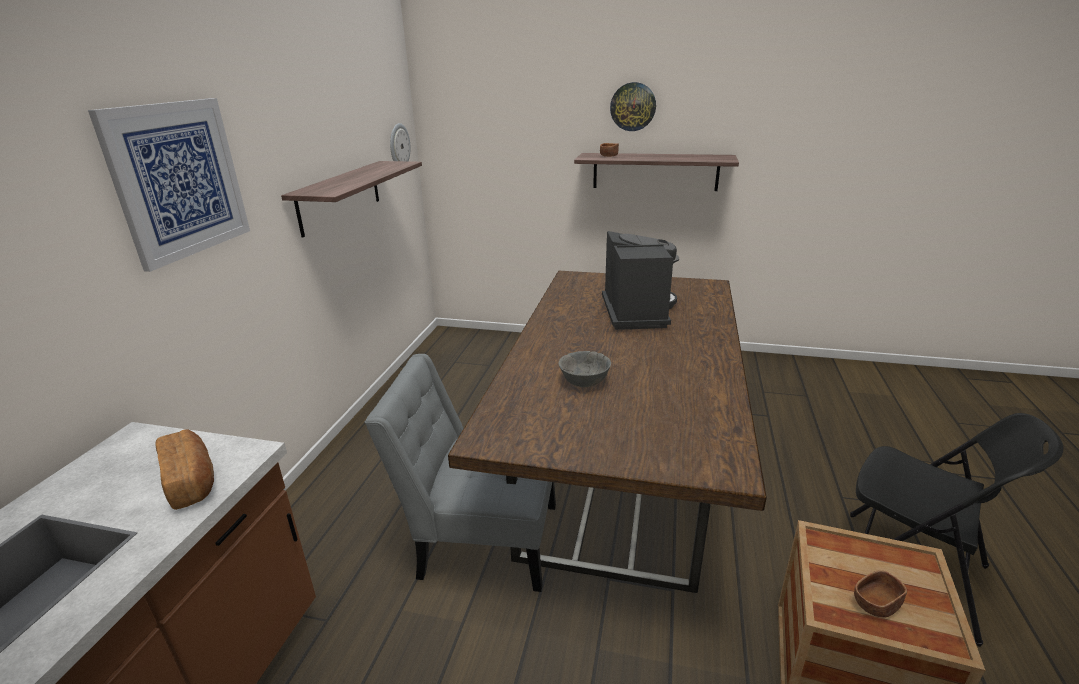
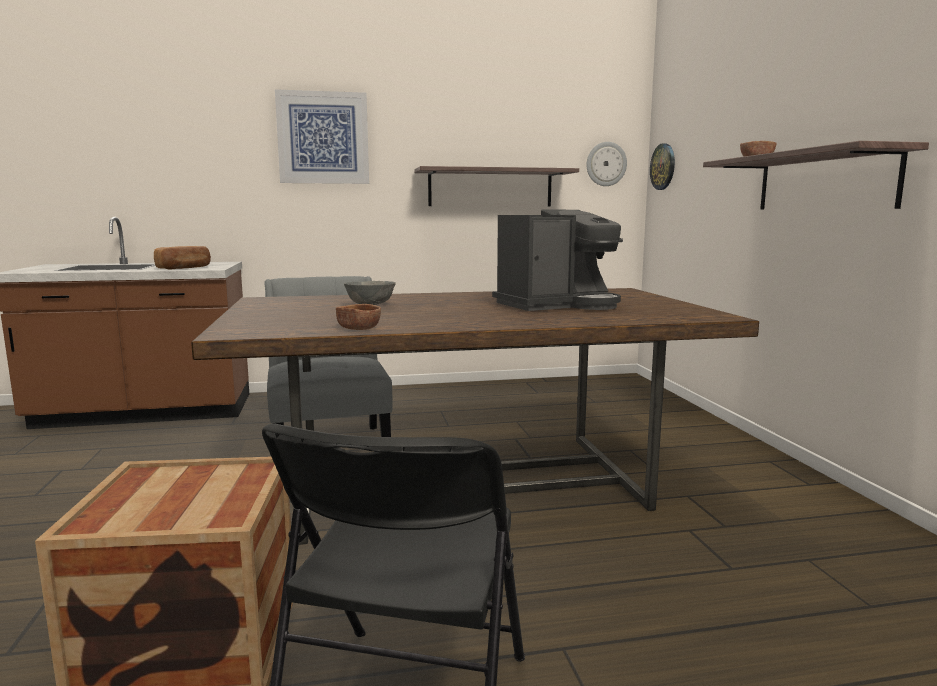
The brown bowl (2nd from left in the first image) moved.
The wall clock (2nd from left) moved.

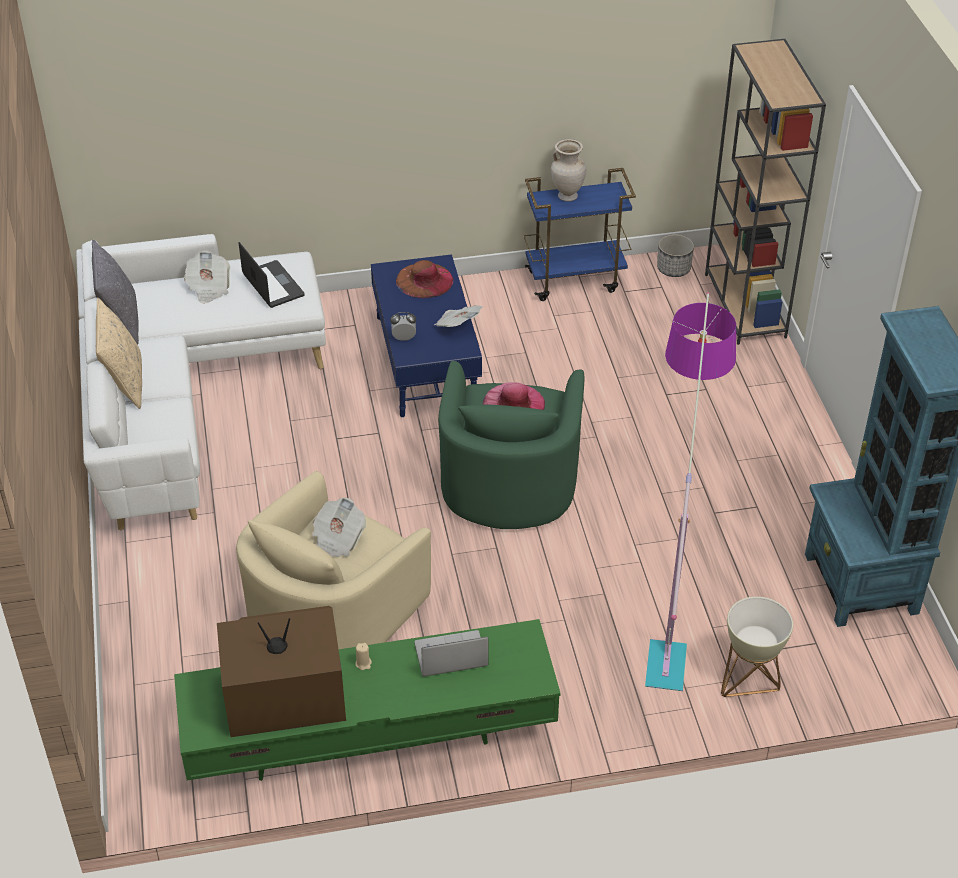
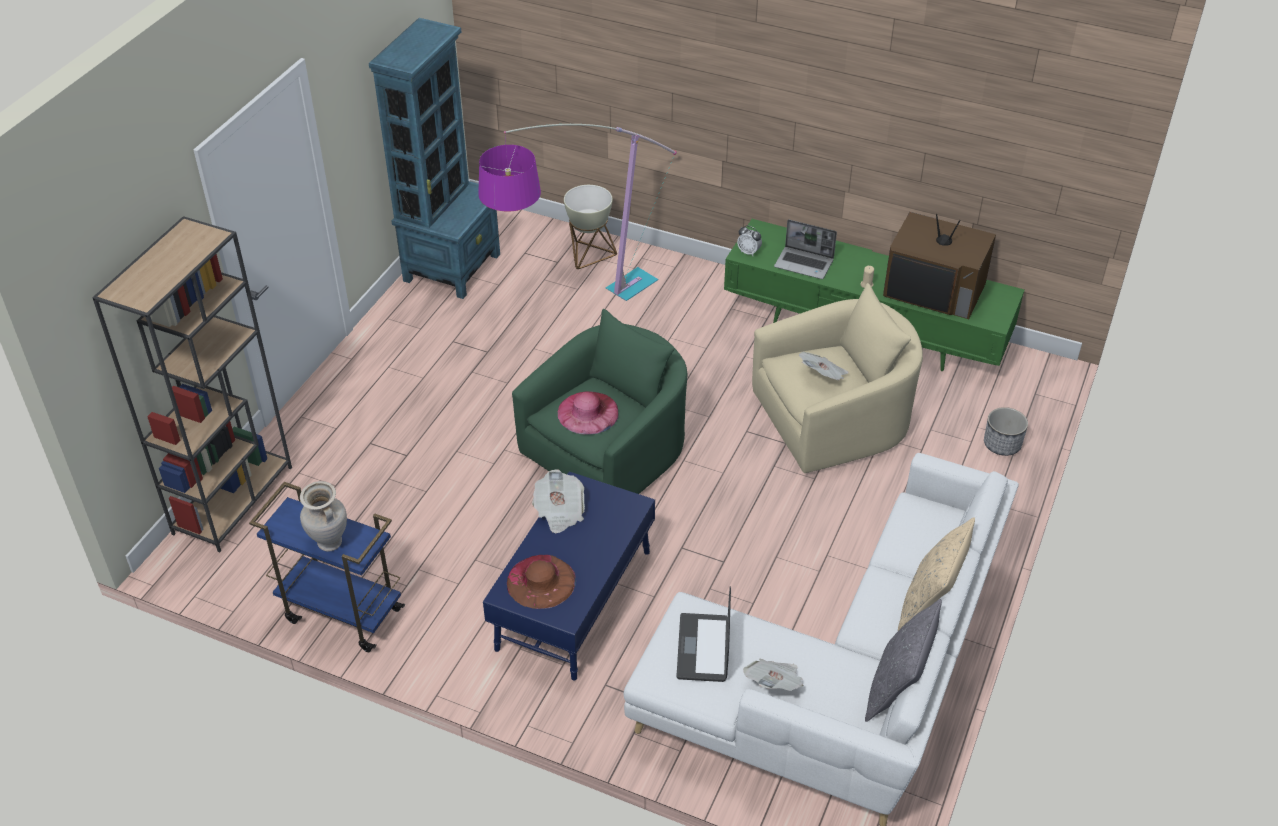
The alarm clock moved.
The planter (1st from left in the first image) moved.

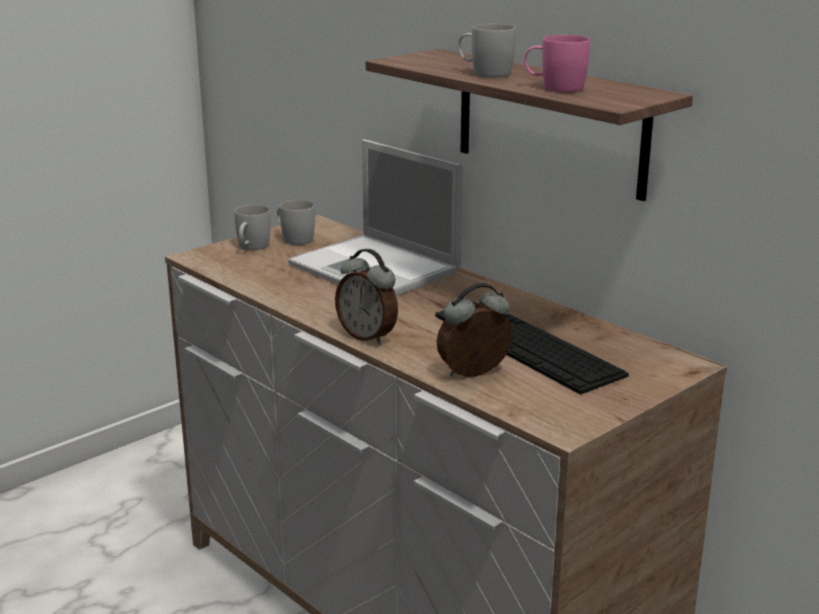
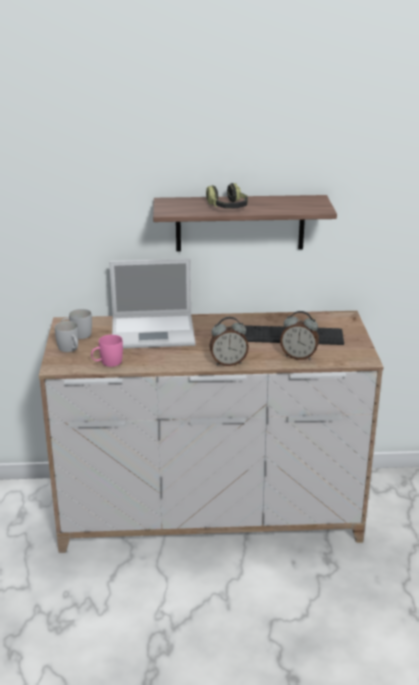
The pink mug moved.
The white mug (3rd from left) was replaced by the headphones.
The alarm clock (2nd from left) turned 90 degrees counterclockwise.

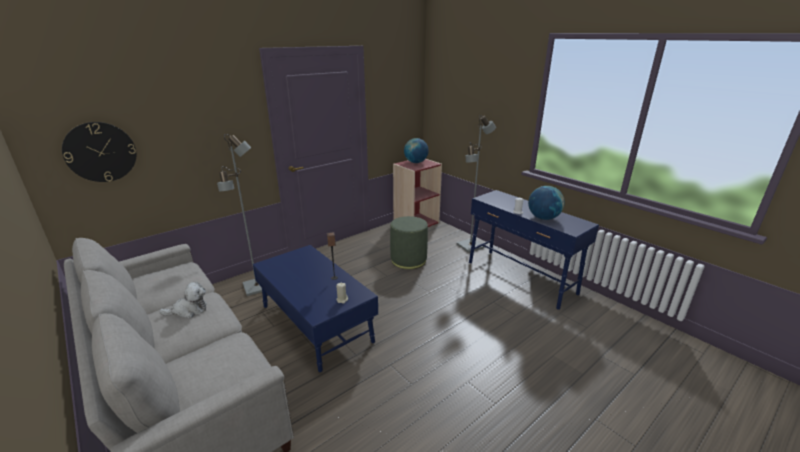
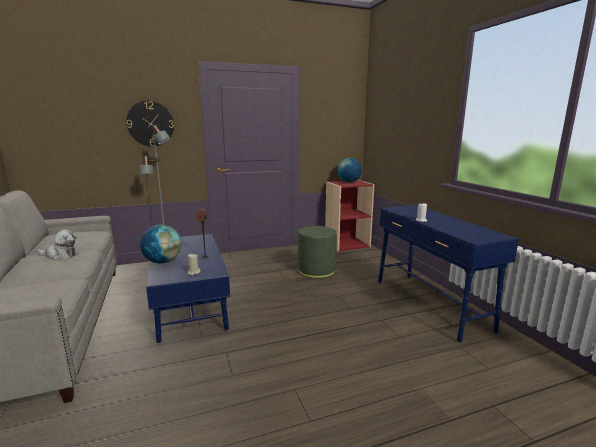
The wall clock moved.
The globe (2nd from left in the first image) moved.
The grey floor lamp (2nd from left) disappeared.

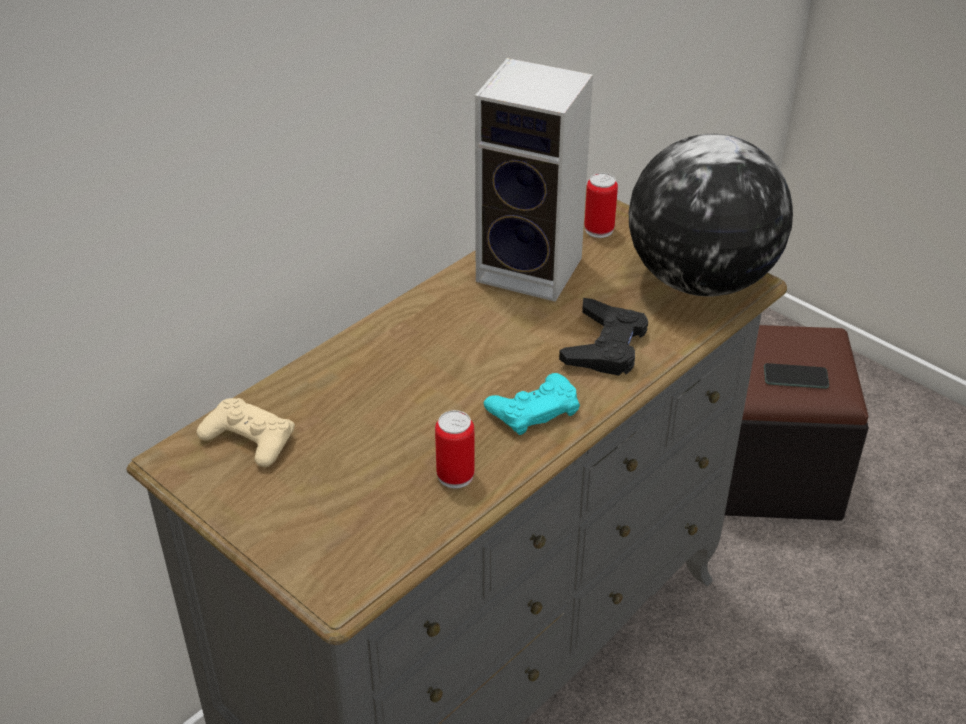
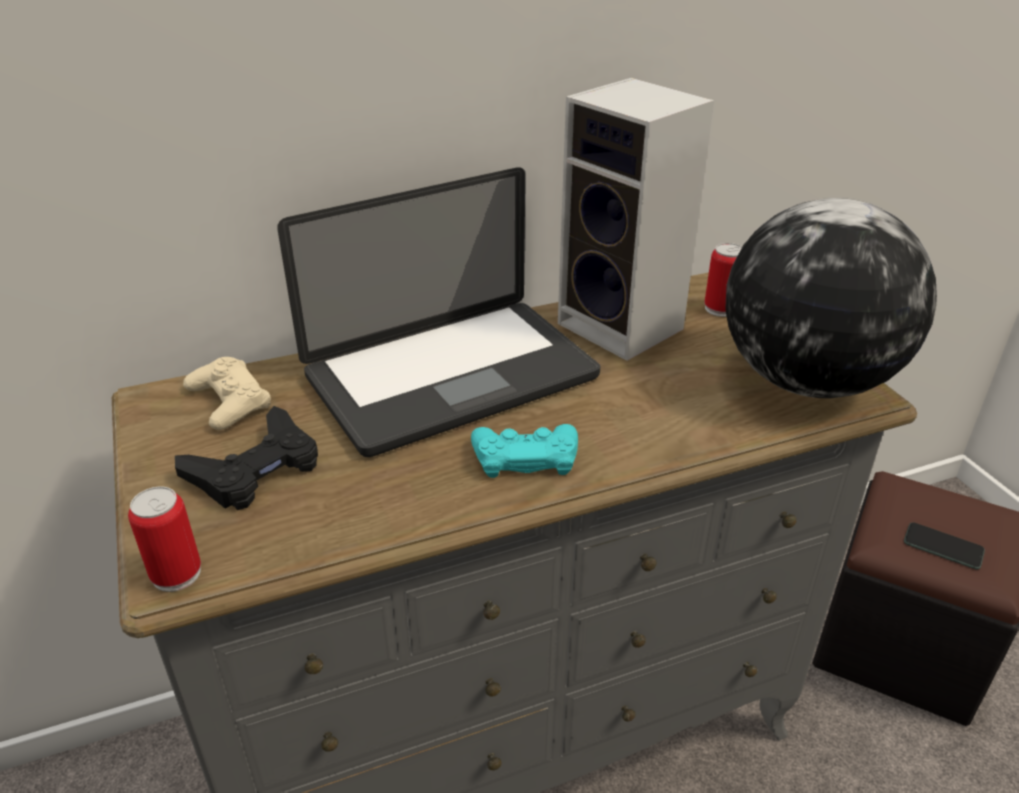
The can (1st from left) moved.
The black game controller moved.
The laptop appeared.

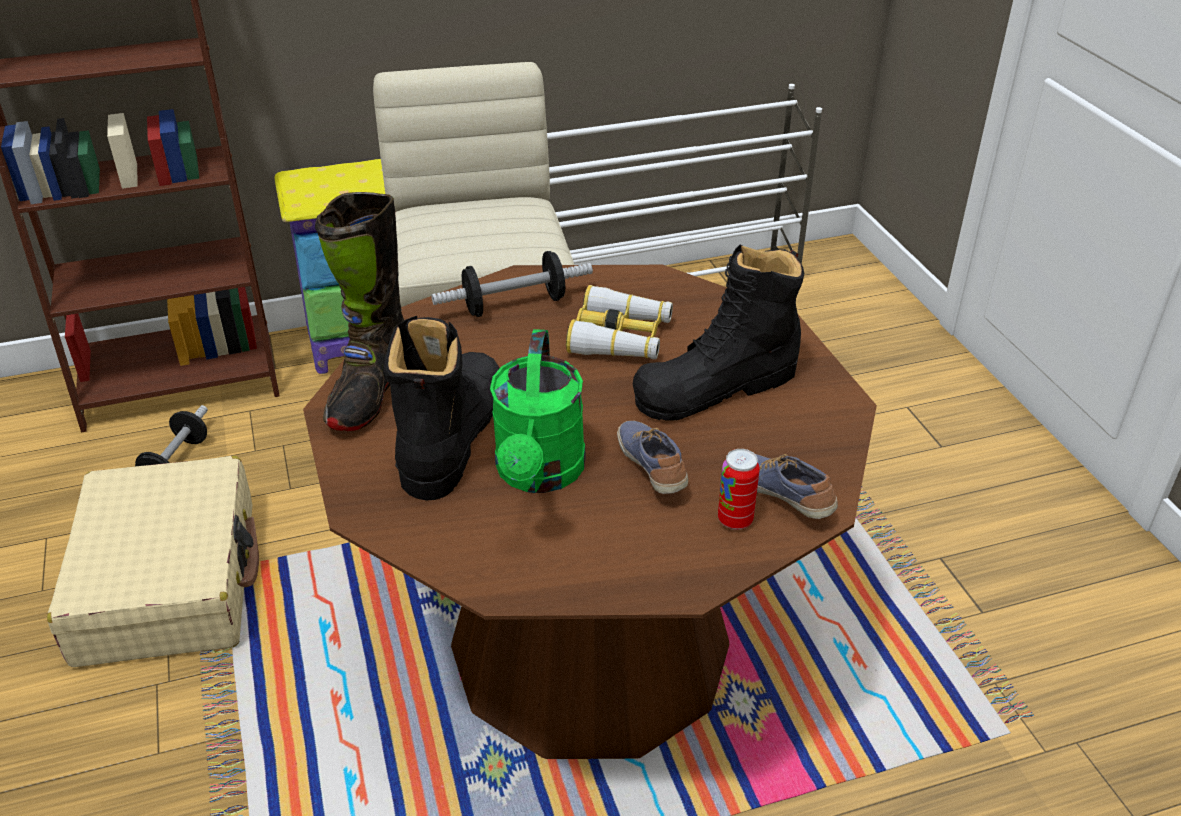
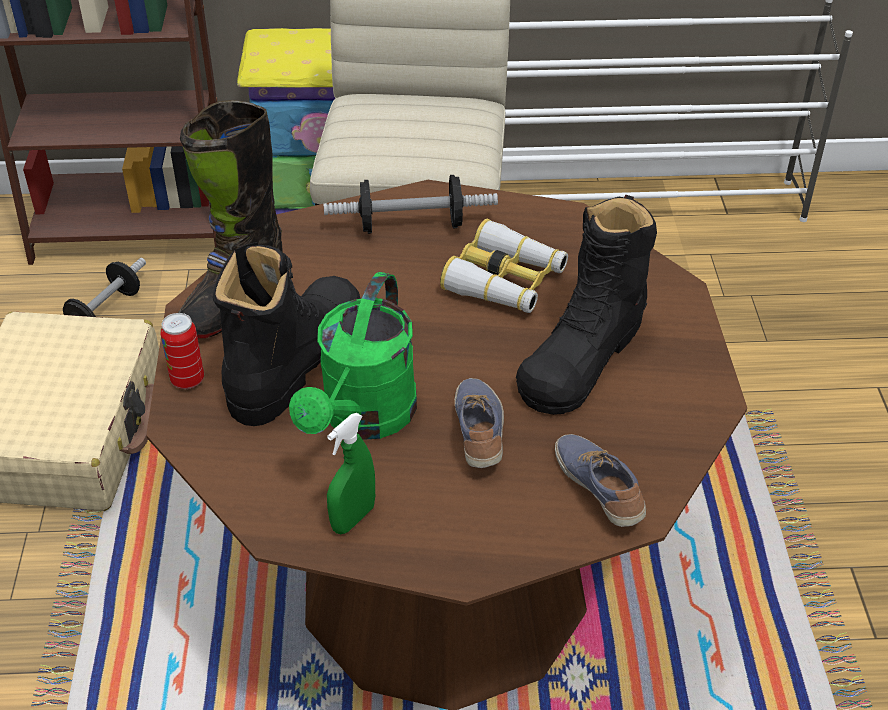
The can moved.
The green spray bottle appeared.
The black boot (3rd from left) turned 45 degrees counterclockwise.

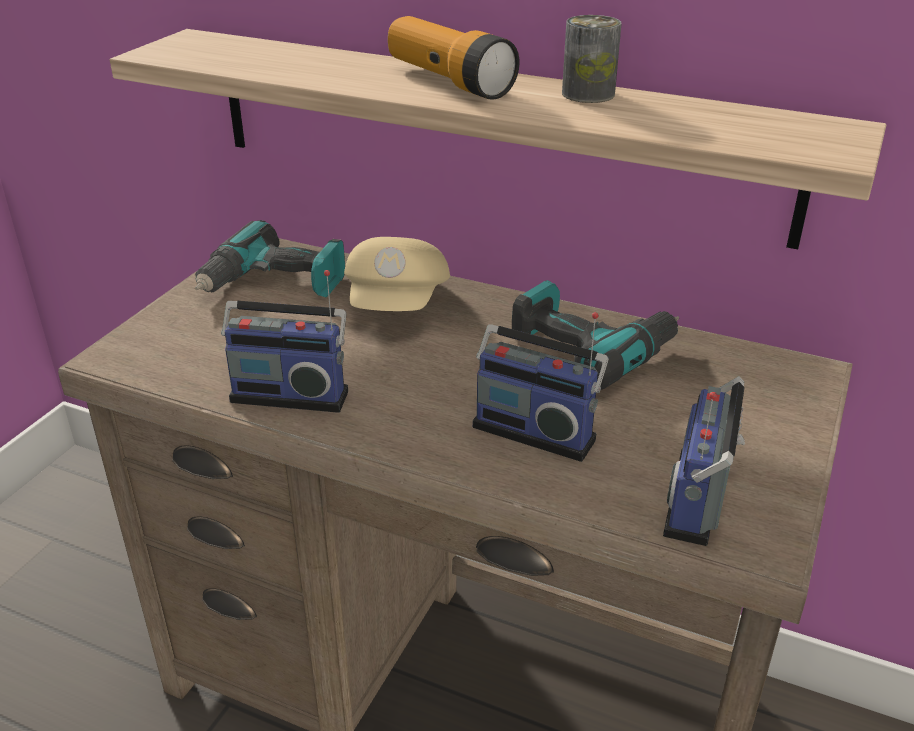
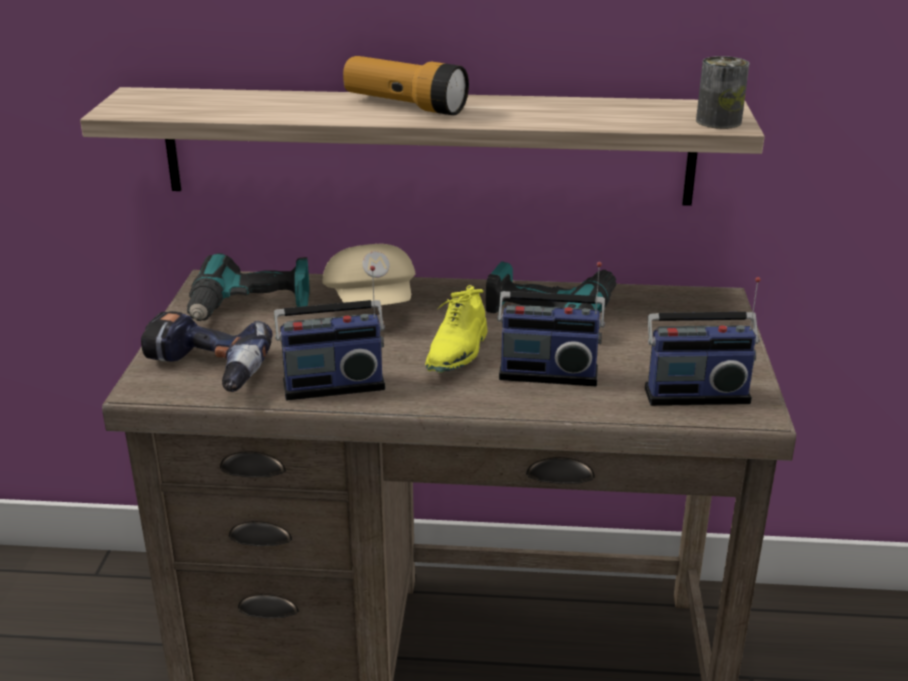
The power drill (1st from left) appeared.
The yellow shoe appeared.
The radio (3rd from left) turned 90 degrees counterclockwise.
The can moved.

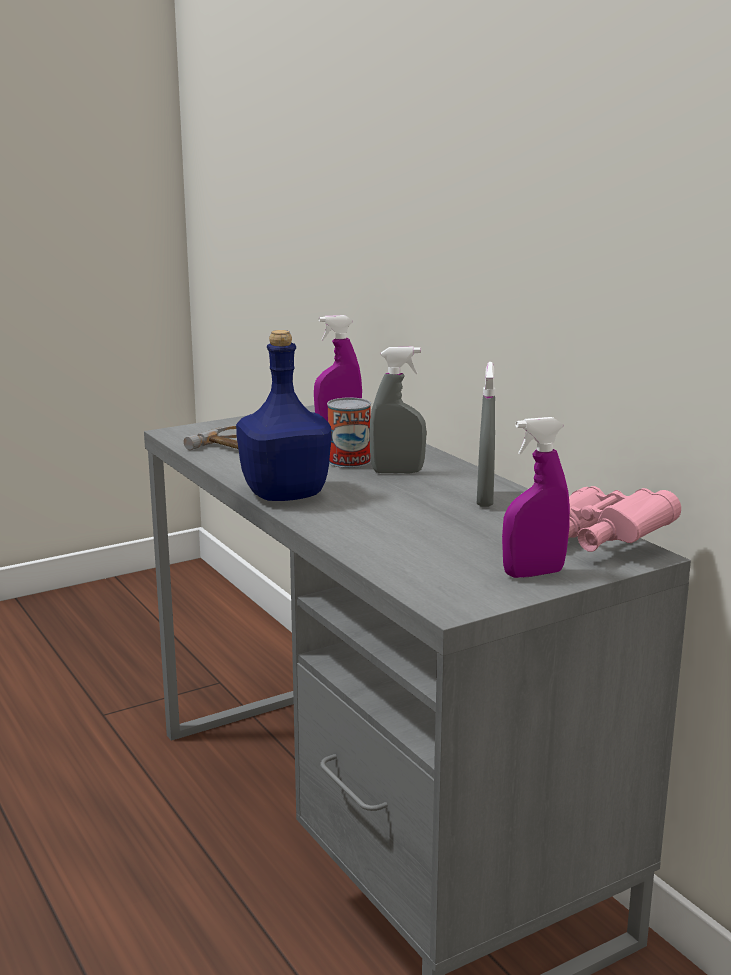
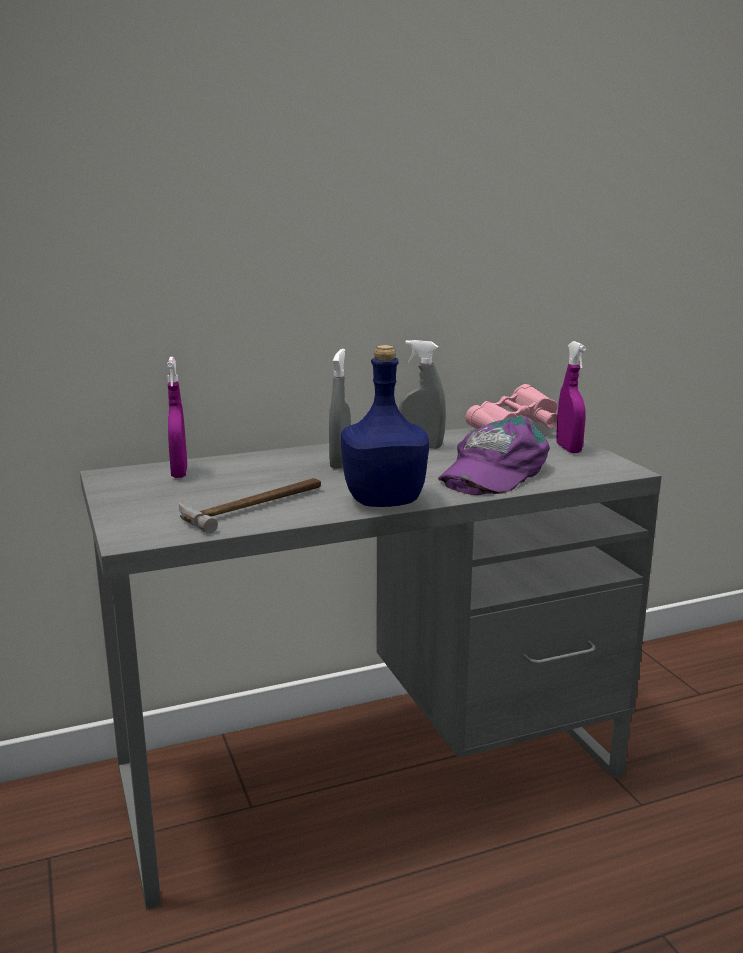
The purple cap appeared.
The can disappeared.

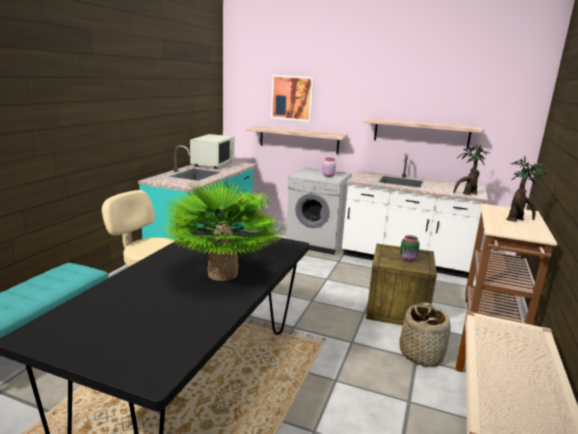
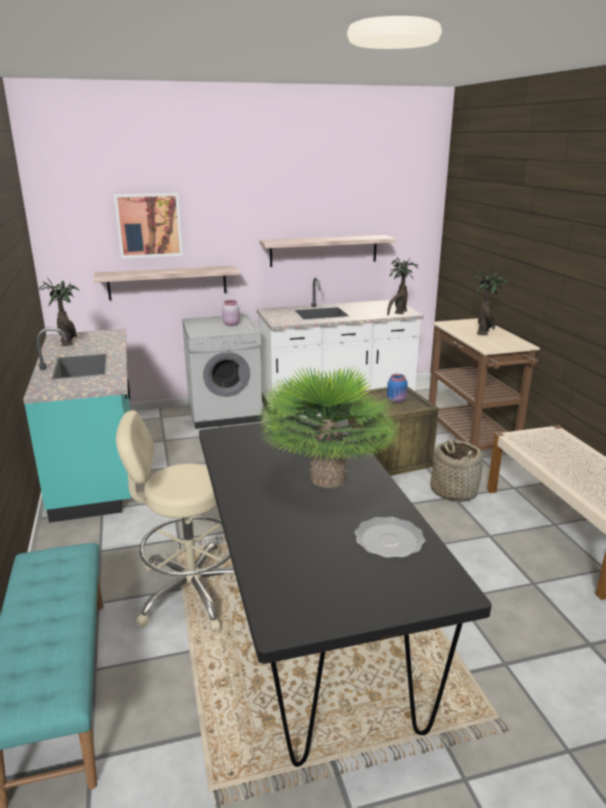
The white microwave was replaced by the potted plant (1st from left).
The plate appeared.
The green jar became the blue jar.

